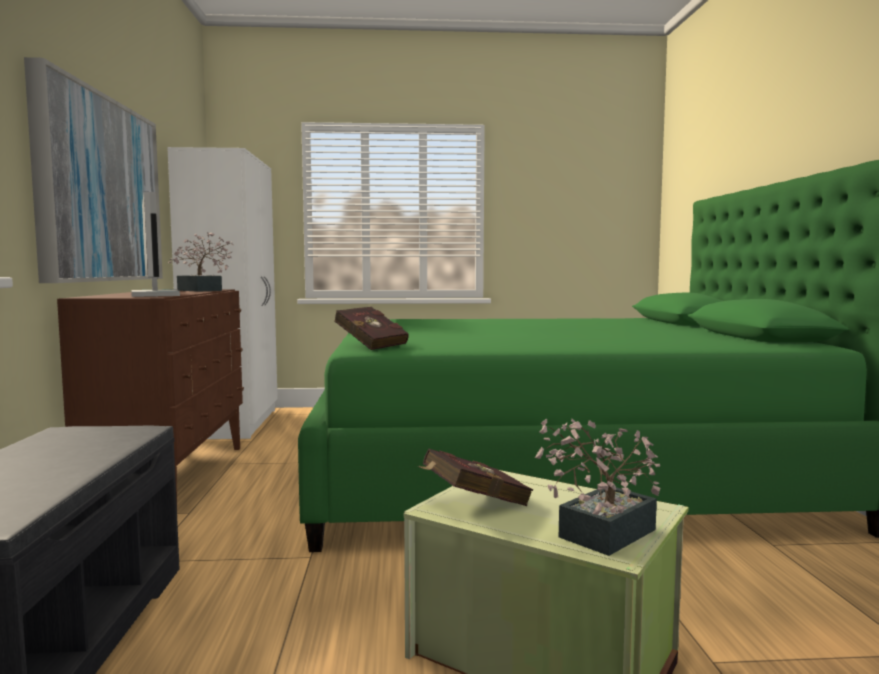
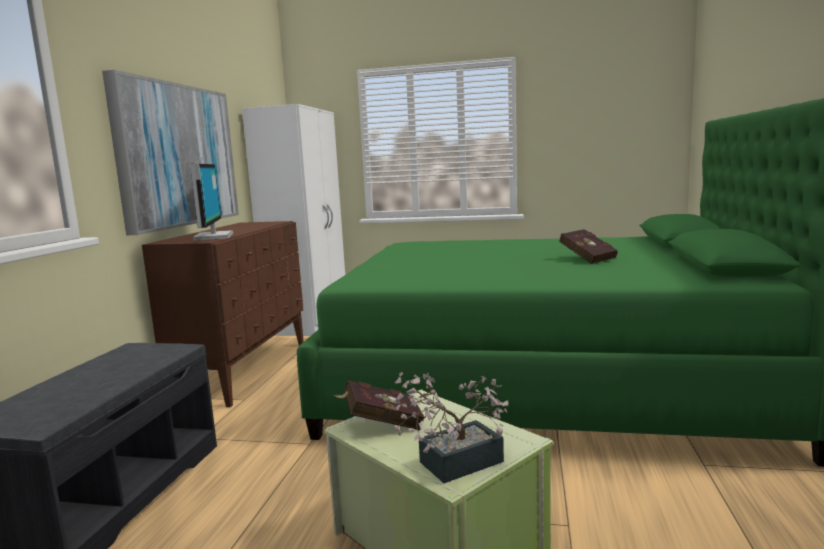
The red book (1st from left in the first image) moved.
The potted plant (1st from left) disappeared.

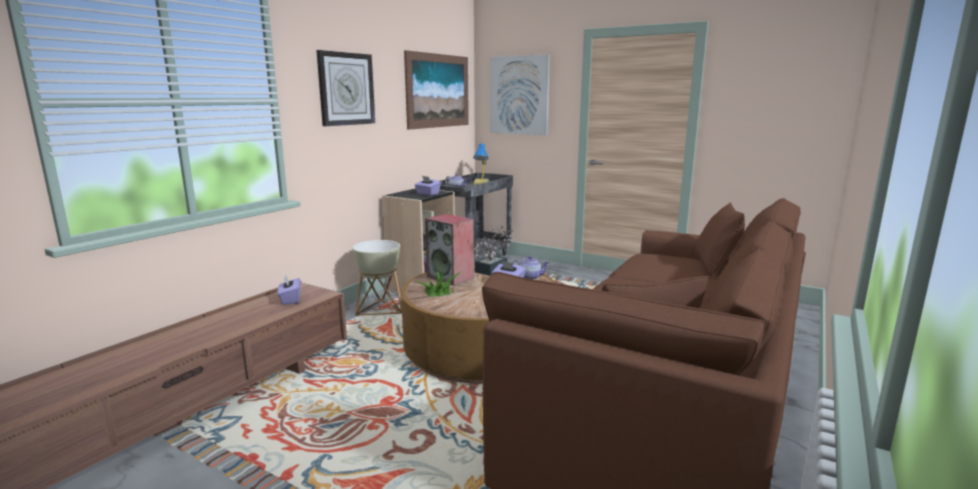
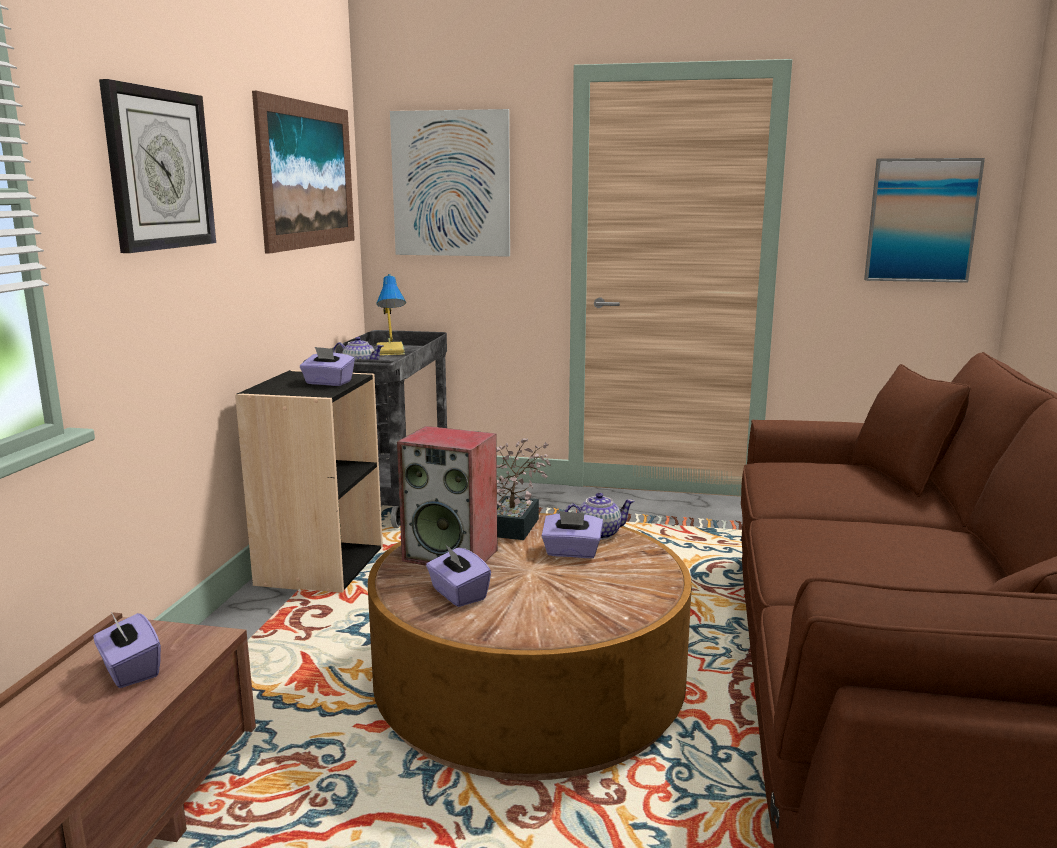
The potted plant (1st from left) was replaced by the purple tissue box (3rd from left).
The picture (3rd from left) appeared.
The planter disappeared.

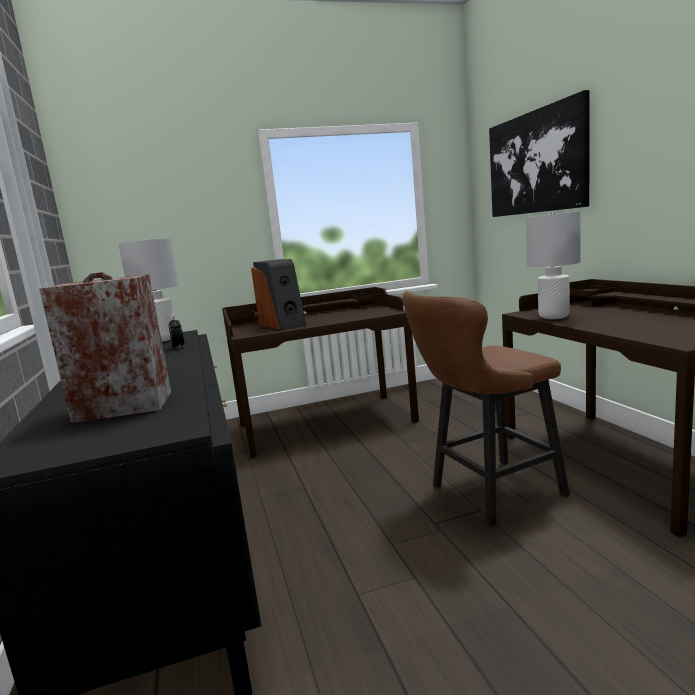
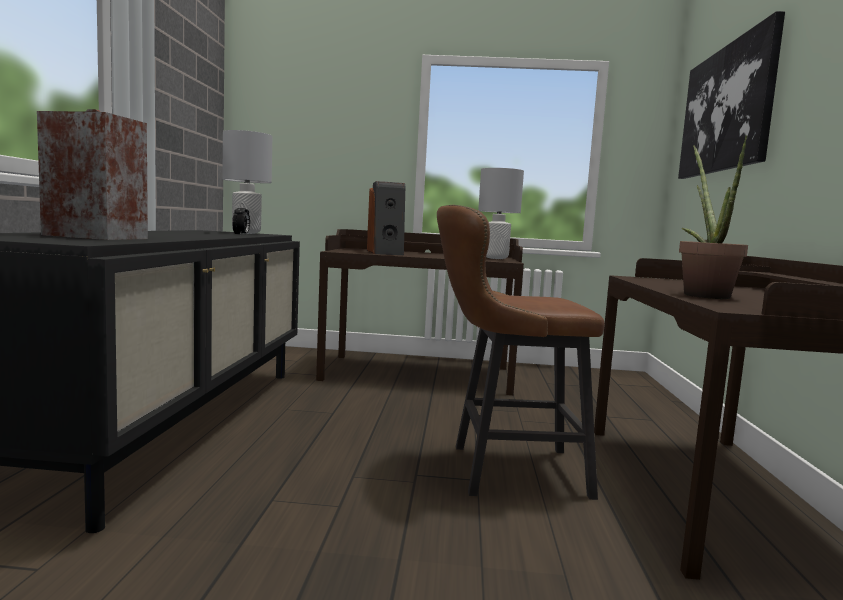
The grey table lamp (2nd from left) moved.
The potted plant appeared.

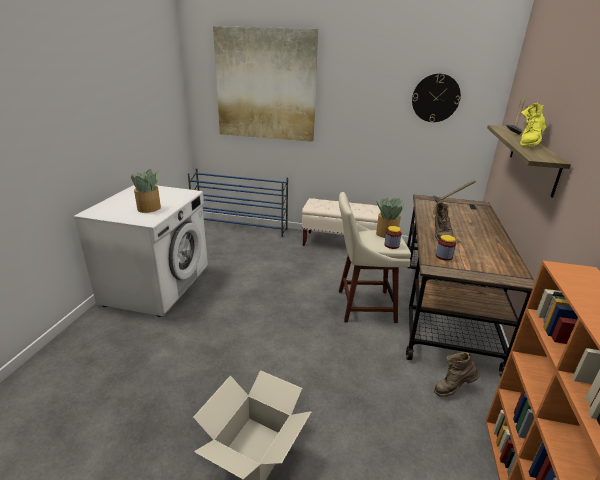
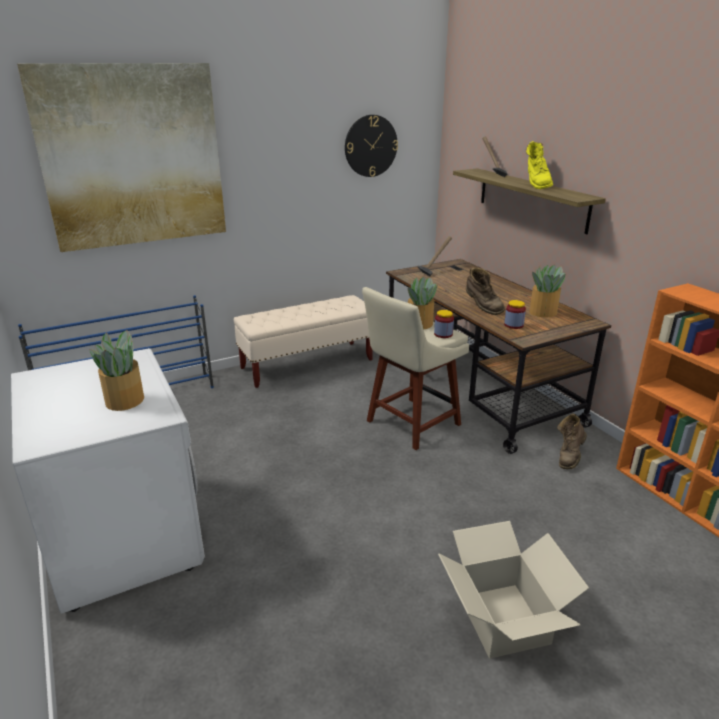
The potted plant (3rd from left) appeared.

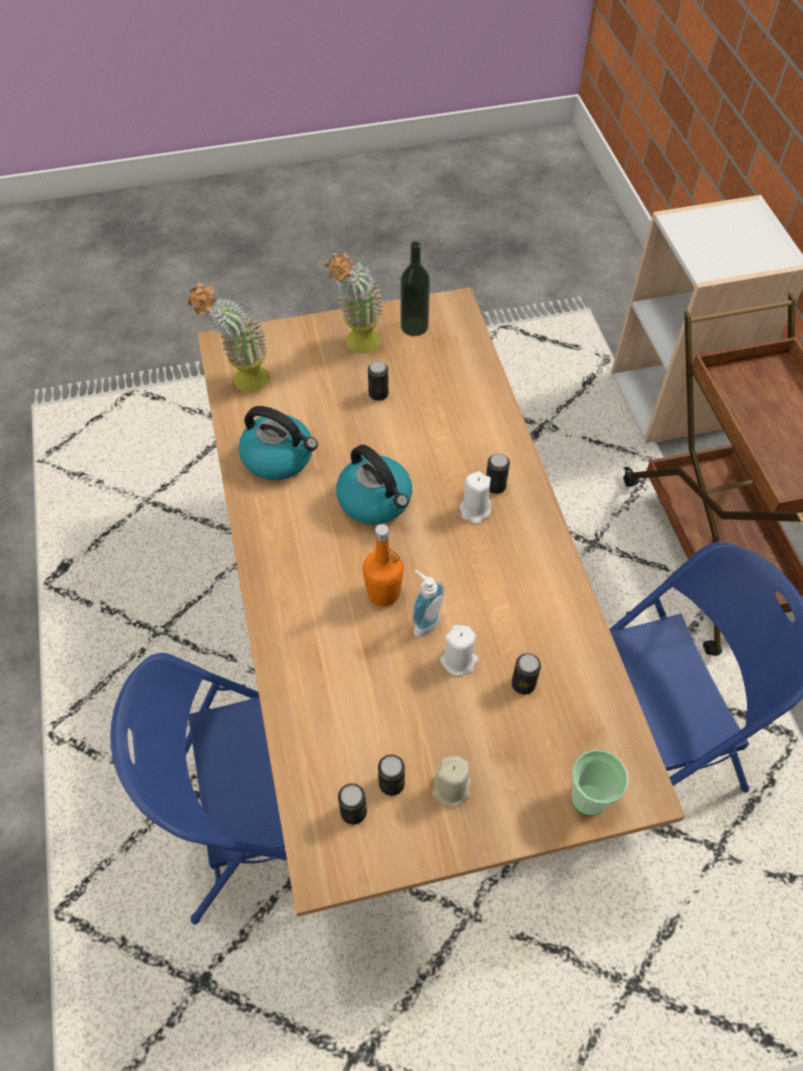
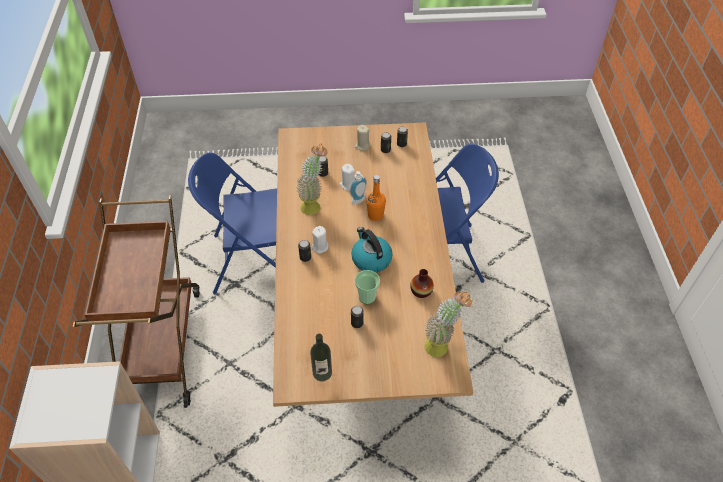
The potted plant (2nd from left in the first image) moved.
The cup moved.
The kettle (1st from left) was replaced by the vase.

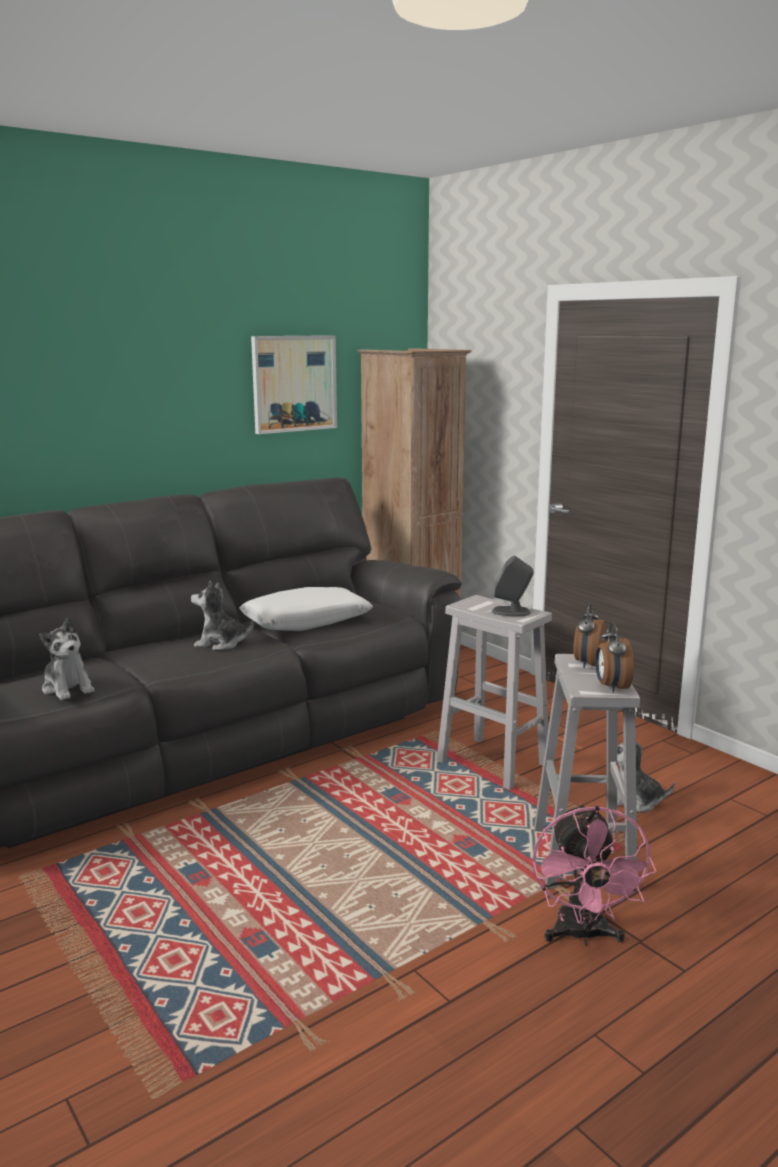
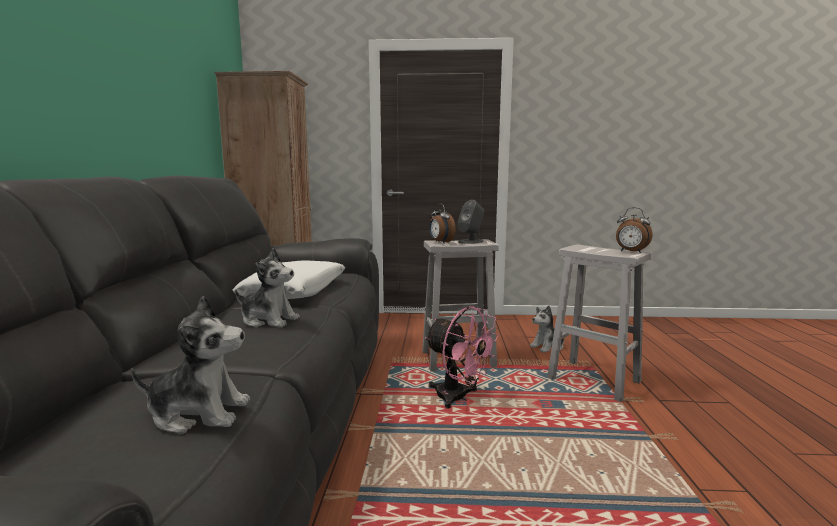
The plush toy (2nd from left) turned 120 degrees counterclockwise.
The pink fan moved.
The alarm clock (1st from left) moved.
The picture disappeared.

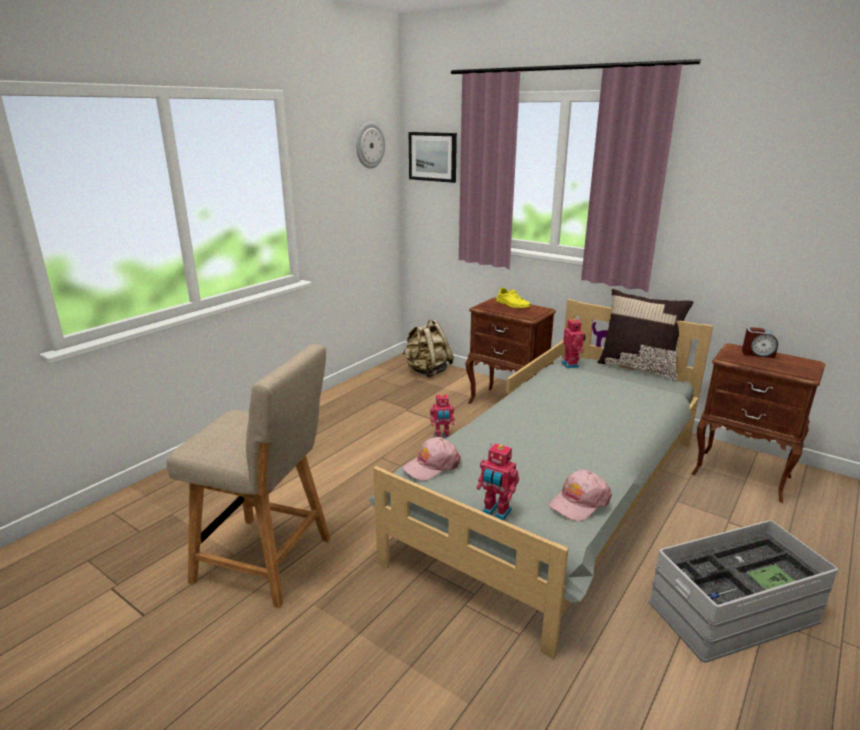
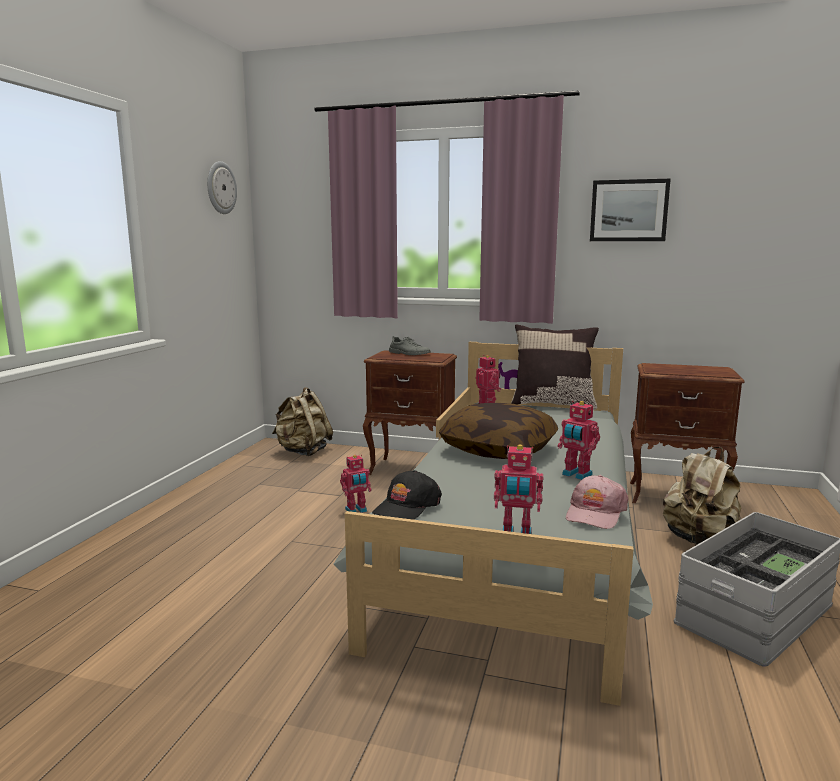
The pink cap (1st from left) became the black cap.
The yellow shoe became the grey shoe.
The pillow (1st from left) appeared.
The toy robot (4th from left) appeared.
The picture moved.
The beige backpack (2nd from left) appeared.
The beige chair disappeared.
The alarm clock disappeared.

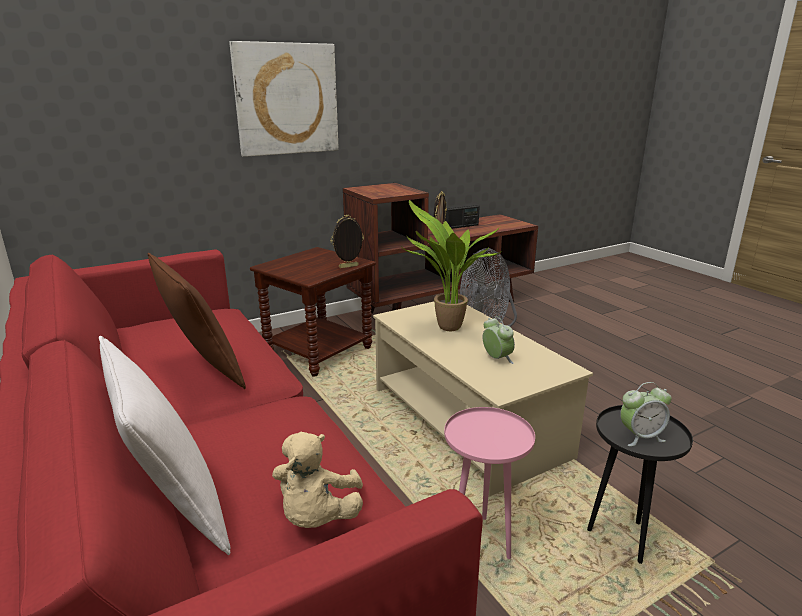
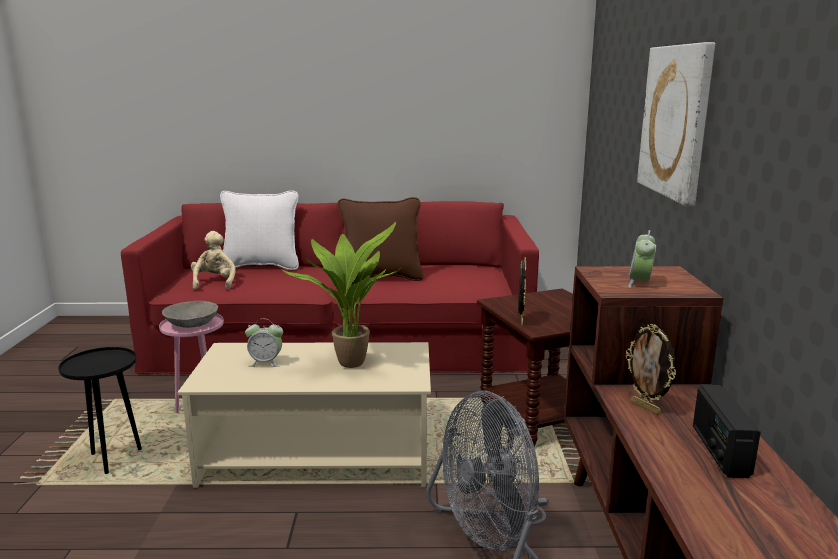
The grey bowl appeared.
The beige plush toy turned 45 degrees clockwise.
The alarm clock (2nd from left) moved.

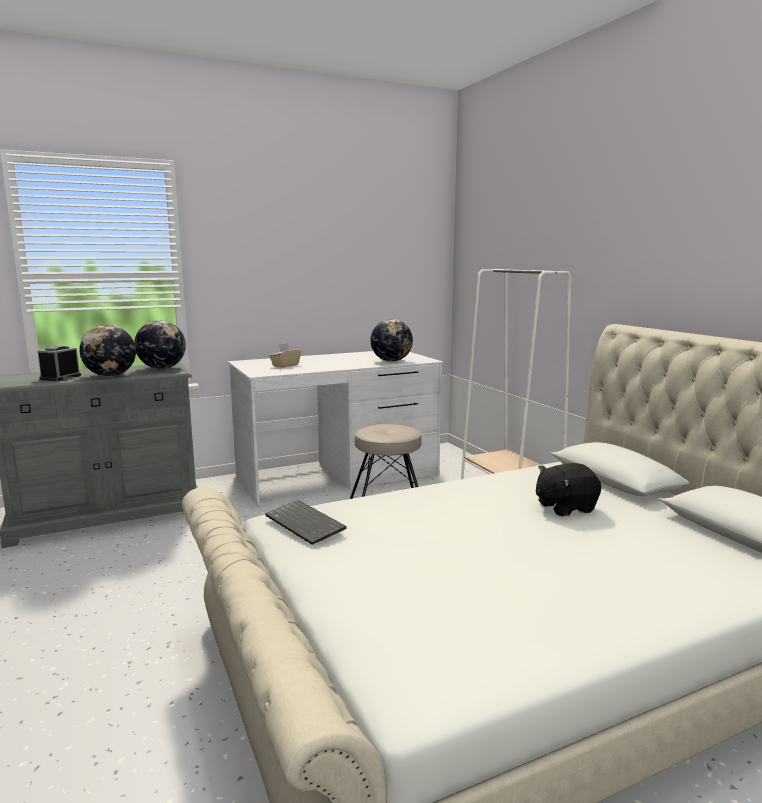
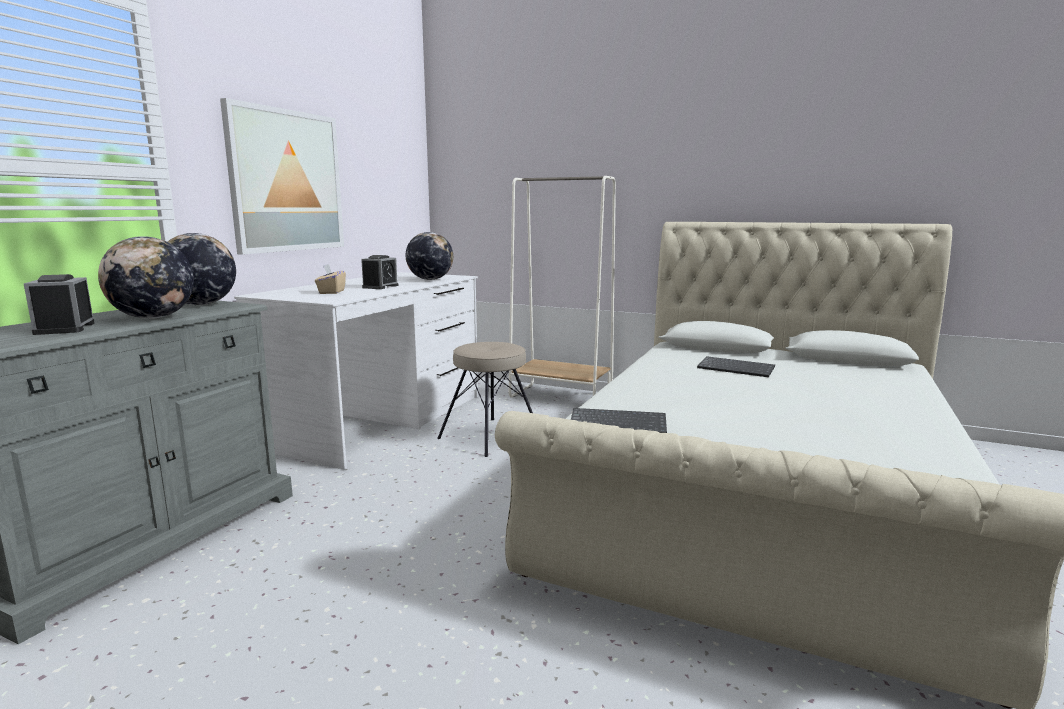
The picture appeared.
The alarm clock (2nd from left) appeared.
The black plush toy was replaced by the keyboard (2nd from left).

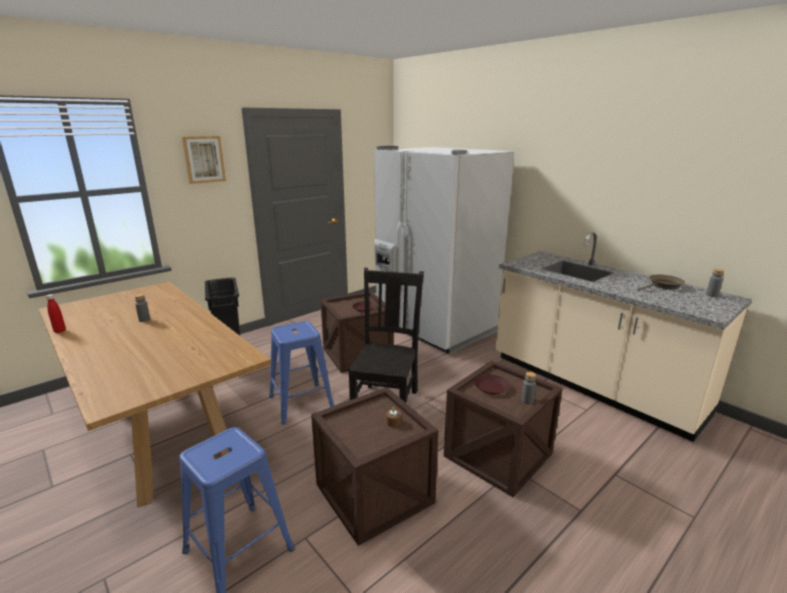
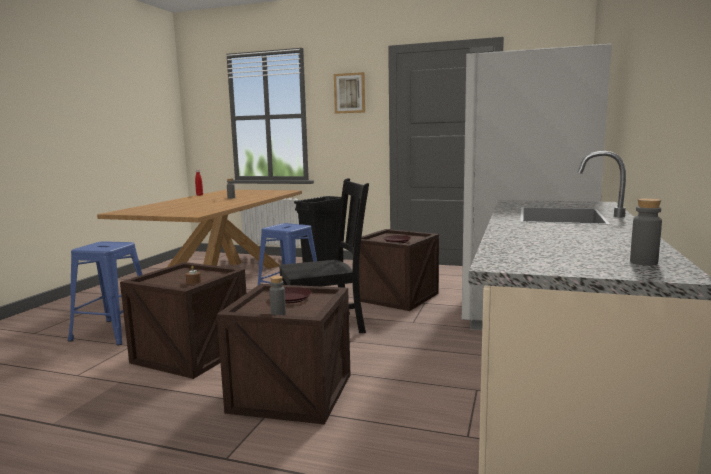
The brown frying pan disappeared.

